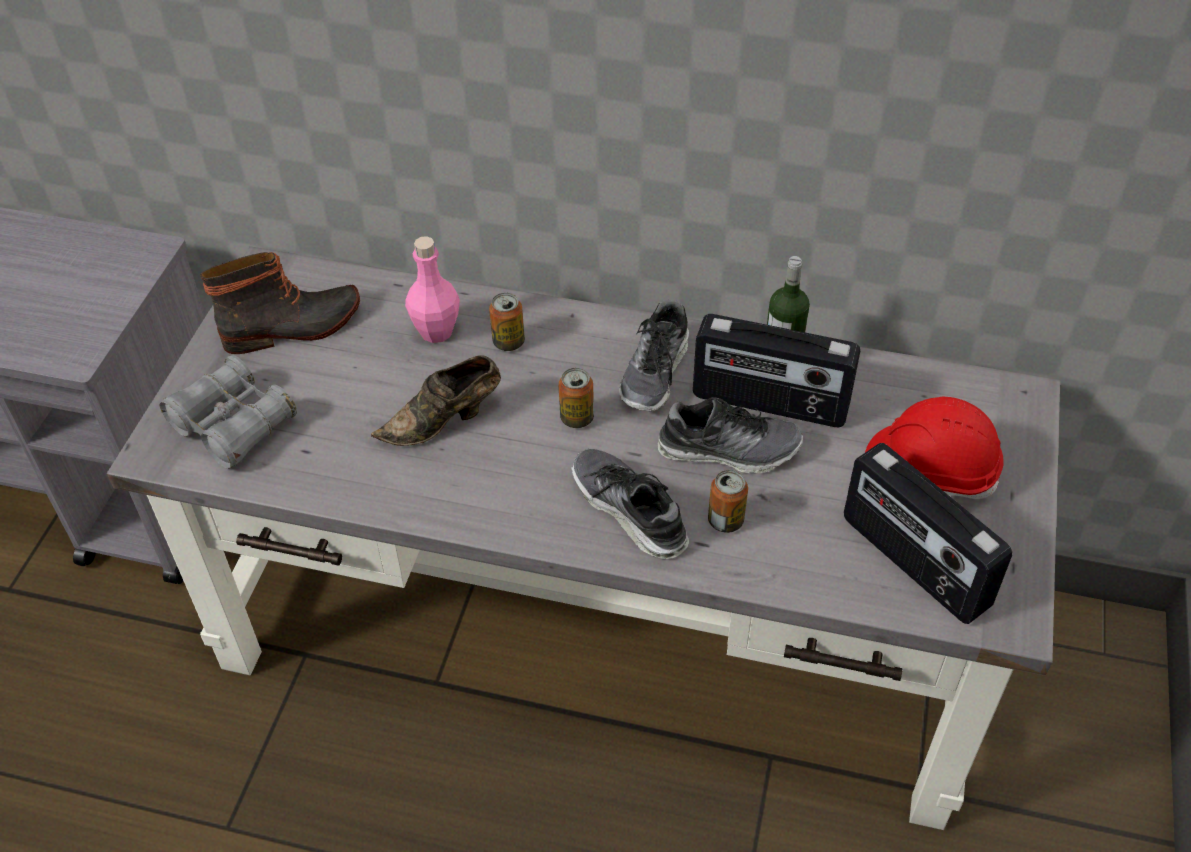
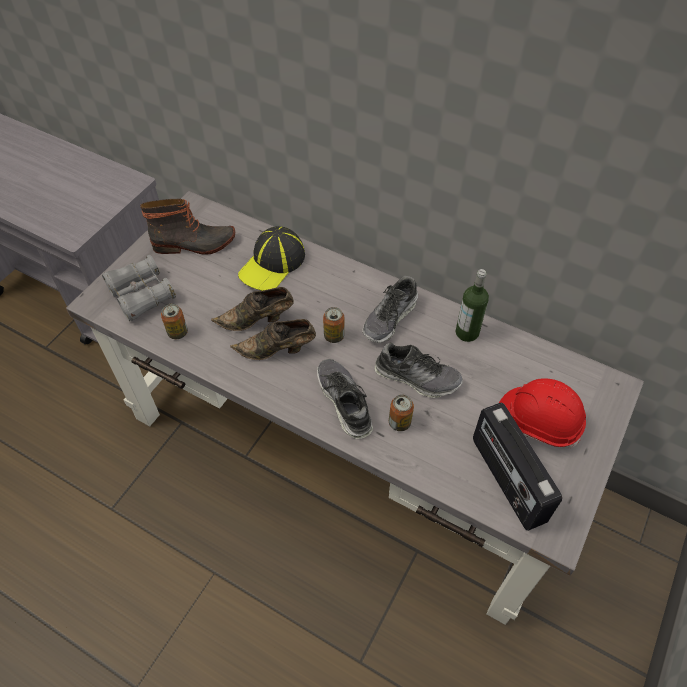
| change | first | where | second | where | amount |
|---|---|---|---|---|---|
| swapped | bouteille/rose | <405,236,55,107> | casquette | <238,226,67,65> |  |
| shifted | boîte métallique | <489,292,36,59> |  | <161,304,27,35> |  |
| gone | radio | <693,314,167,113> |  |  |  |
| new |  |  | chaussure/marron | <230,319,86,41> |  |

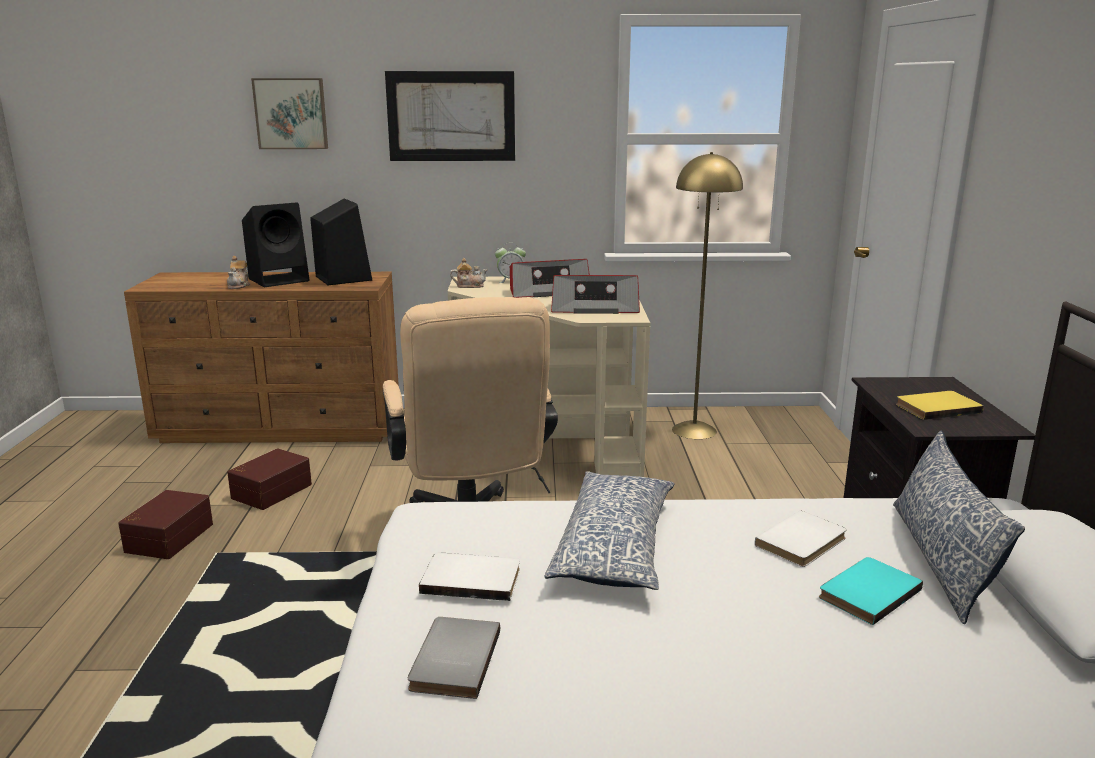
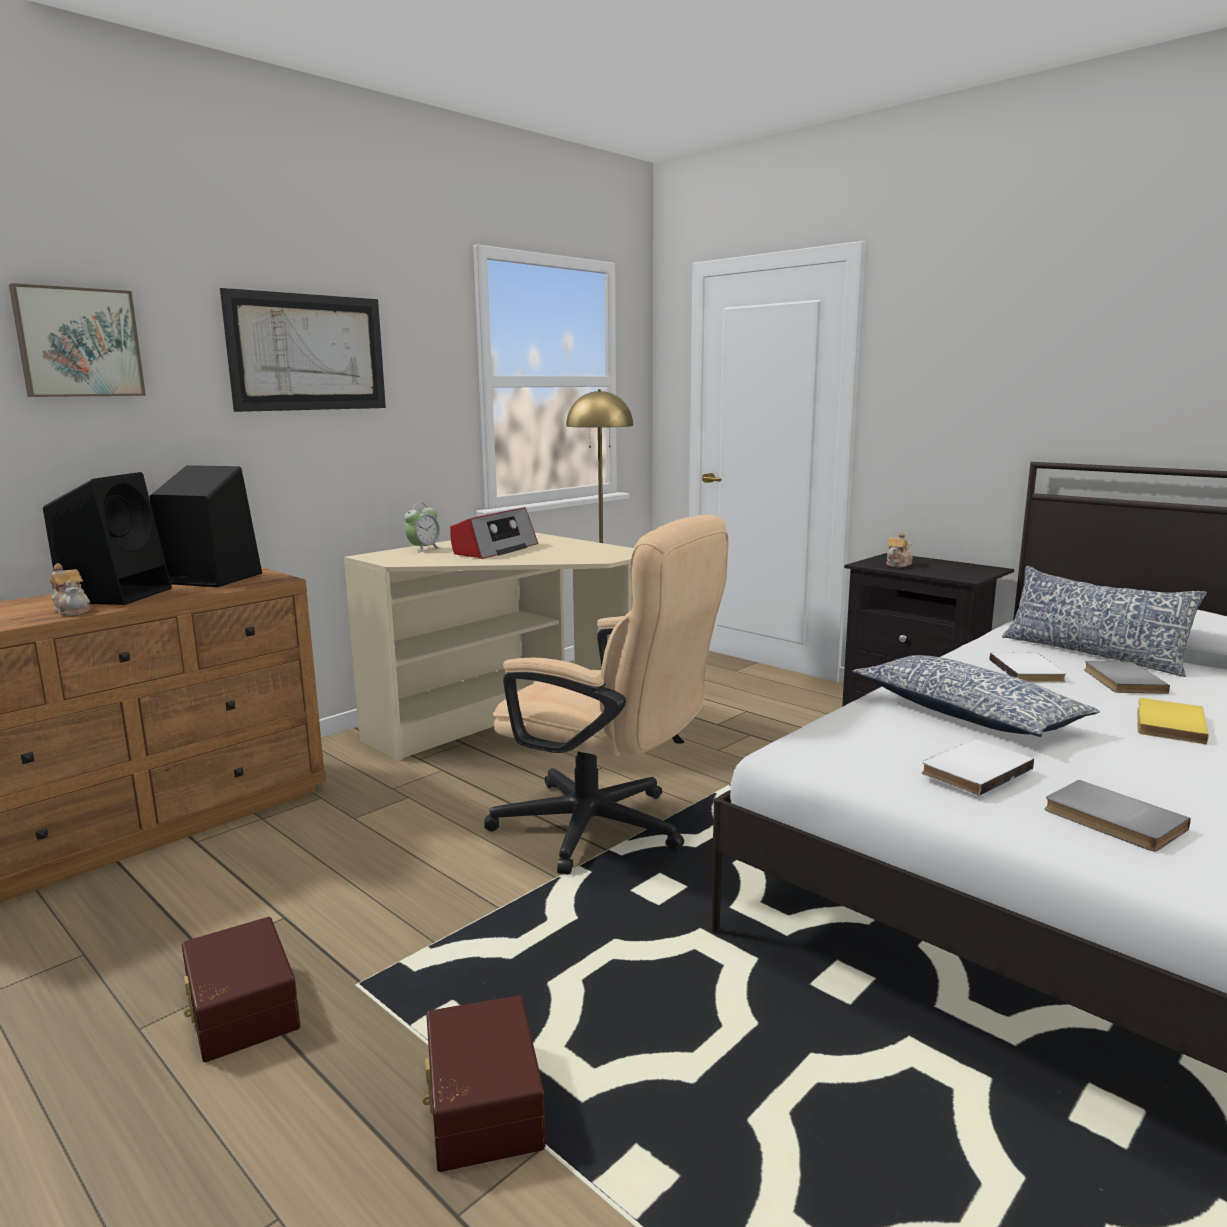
| change | first | where | second | where | amount |
|---|---|---|---|---|---|
| shifted | théière | <450,258,38,30> |  | <886,532,27,35> |  |
| gone | radio | <551,275,89,39> |  |  |  |
| shifted | livre/jaune | <896,391,88,29> |  | <1138,698,70,46> |  |
| shifted | boîte de rangement/marron | <227,448,85,62> |  | <423,995,123,177> |  |
| repainted | livre/turquoise | <819,557,104,68> | livre/gris | <1084,661,86,33> |  |

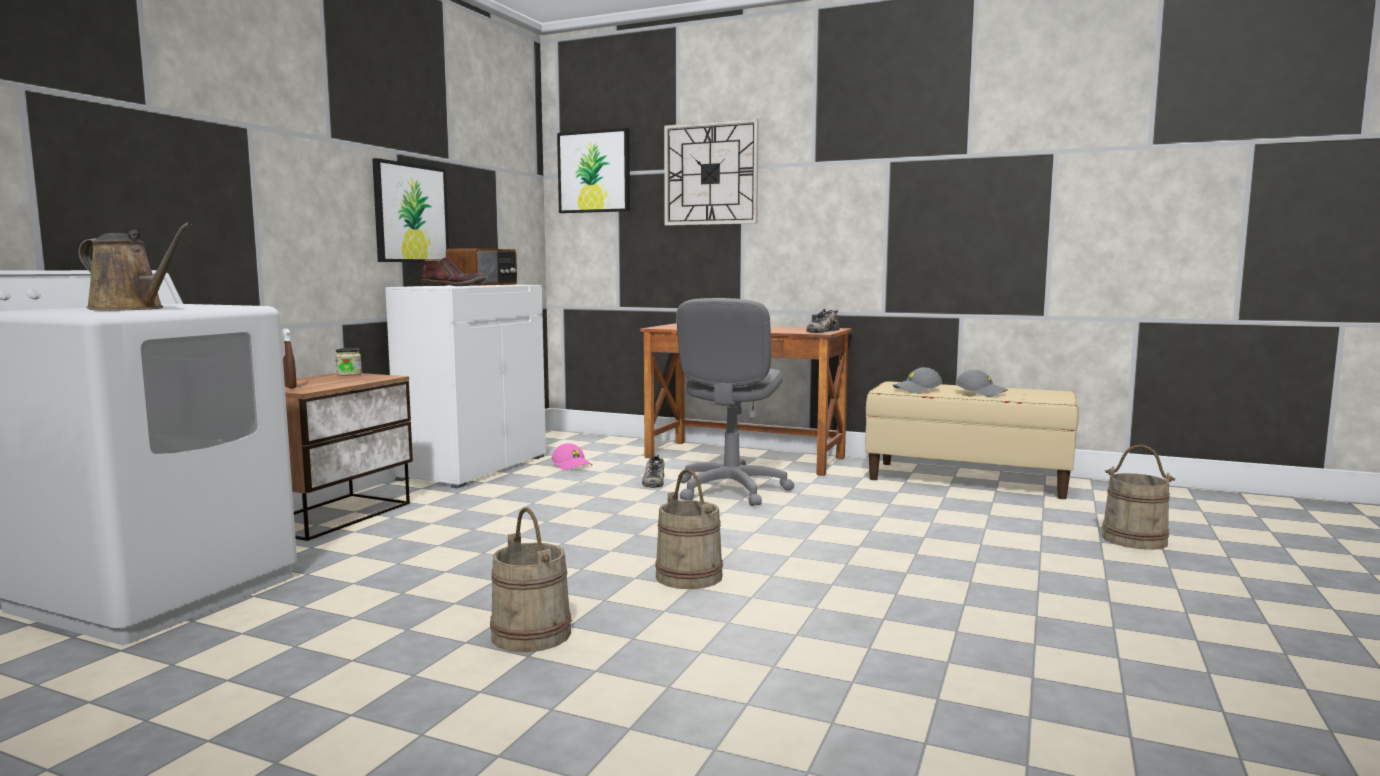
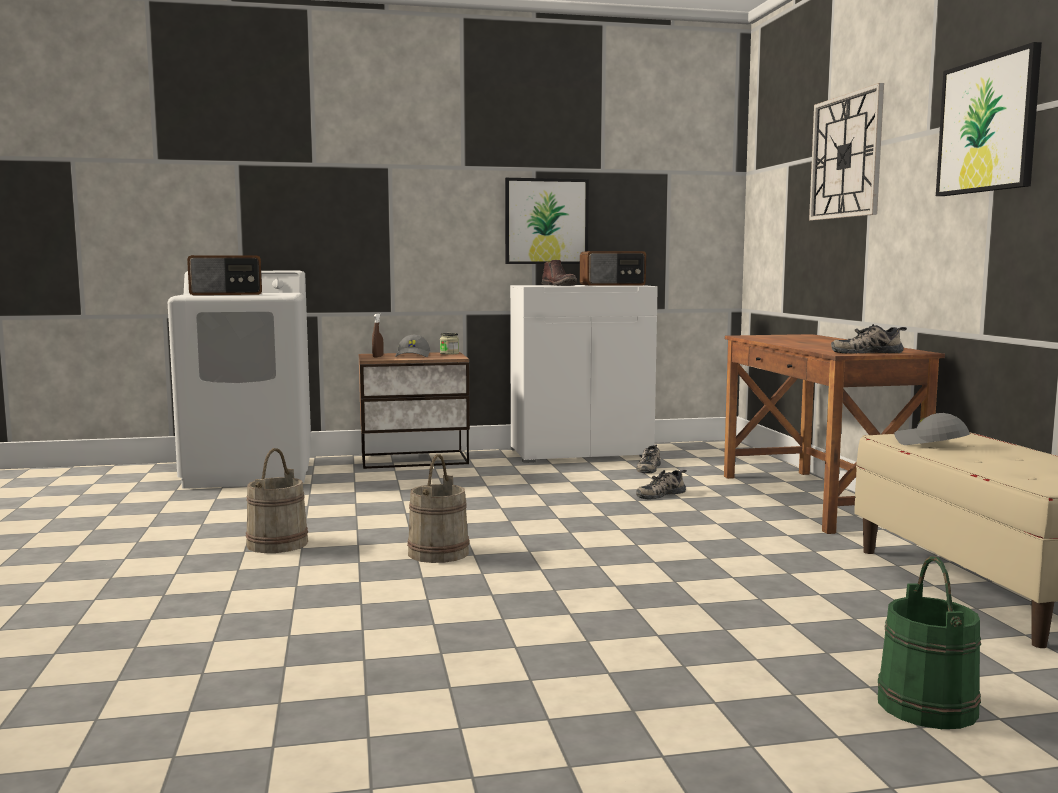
| change | first | where | second | where | amount |
|---|---|---|---|---|---|
| shifted | tableau | <557,128,73,85> |  | <936,42,106,154> |  |
| swapped | arrosoir/marron | <79,222,113,89> | radio | <187,255,75,40> |  |
| gone | chaise de bureau/gris | <676,298,118,208> |  |  |  |
| shifted | casquette/gris | <955,370,53,27> |  | <395,335,35,22> |  |
| swapped | casquette/rose | <552,443,40,27> | chaussure | <636,444,25,29> |  |
| repainted | seau/beige | <1102,445,74,105> | seau/vert | <878,556,103,173> |  |

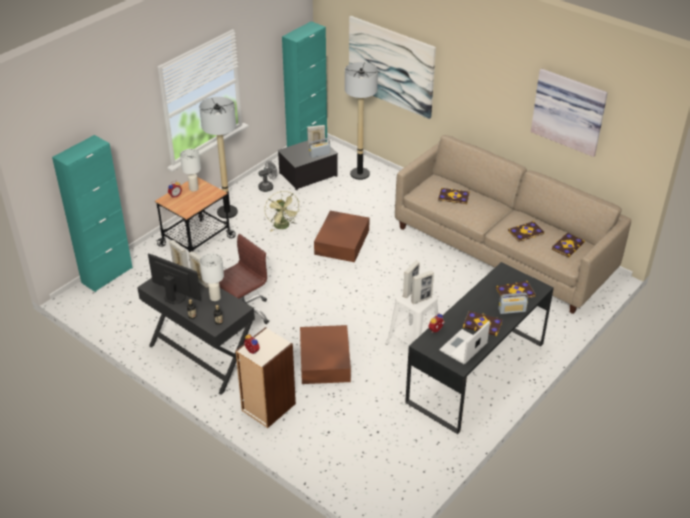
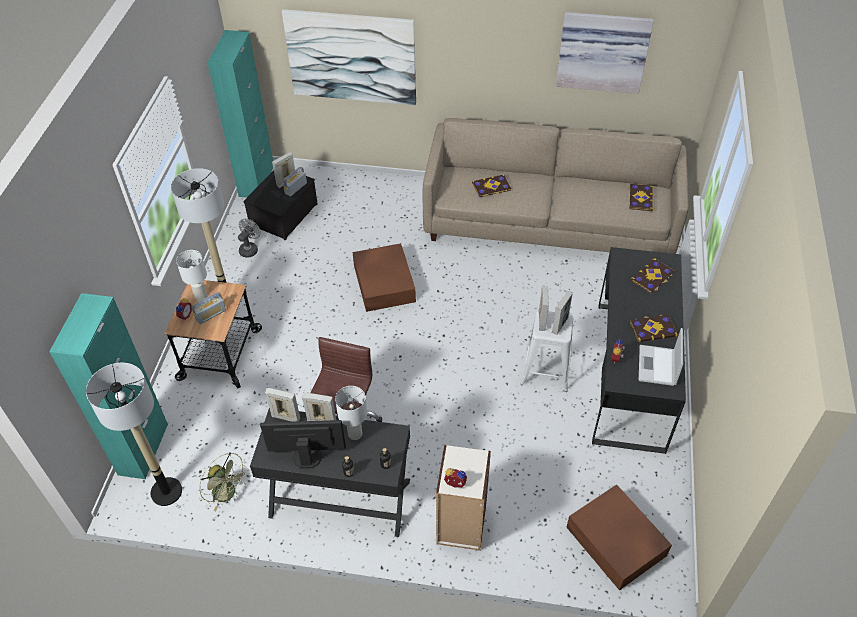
| change | first | where | second | where | amount |
|---|---|---|---|---|---|
| shifted | lampadaire | <345,62,33,118> |  | <86,363,96,143> |  |
| shifted | ventilateur/vert | <265,191,35,40> |  | <199,452,50,59> |  |
| gone | livre | <508,221,36,21> |  |  |  |
| shifted | radio | <498,293,30,21> |  | <192,292,34,32> |  |
| shifted | boîte de rangement/marron | <300,325,51,59> |  | <566,485,106,105> |  |

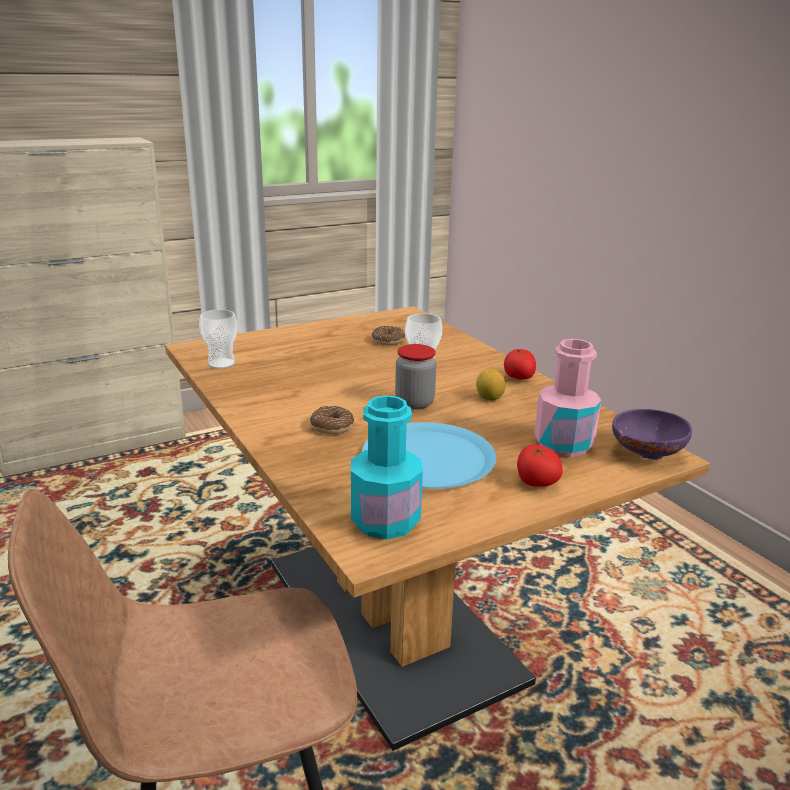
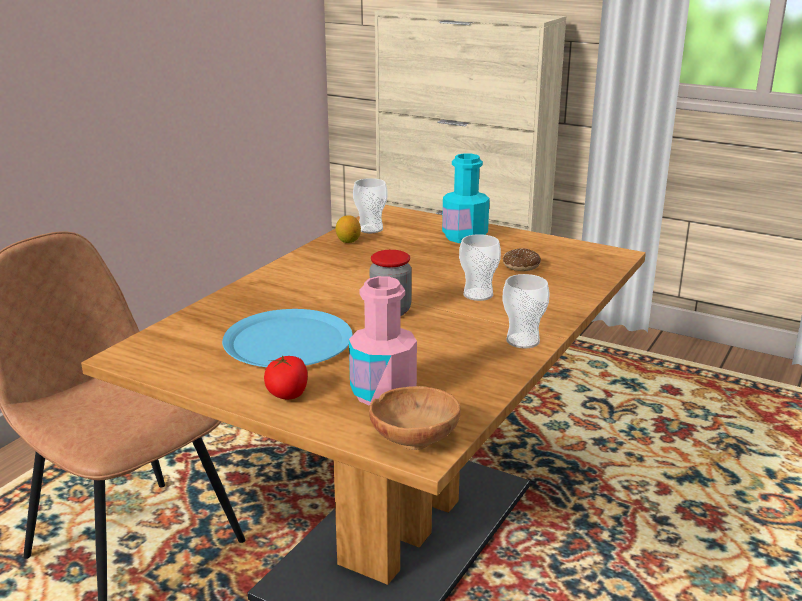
| change | first | where | second | where | amount |
|---|---|---|---|---|---|
| swapped | tomate | <504,349,32,31> | tasse | <502,274,48,74> |  |
| shifted | citron | <476,369,30,32> |  | <336,215,25,28> |  |
| shifted | bouteille/turquoise | <351,395,72,144> |  | <442,153,47,90> |  |
| gone | beignet | <310,406,44,28> |  |  |  |
| repainted | bol/violet | <612,409,80,51> | bol/marron | <369,386,92,64> |  |

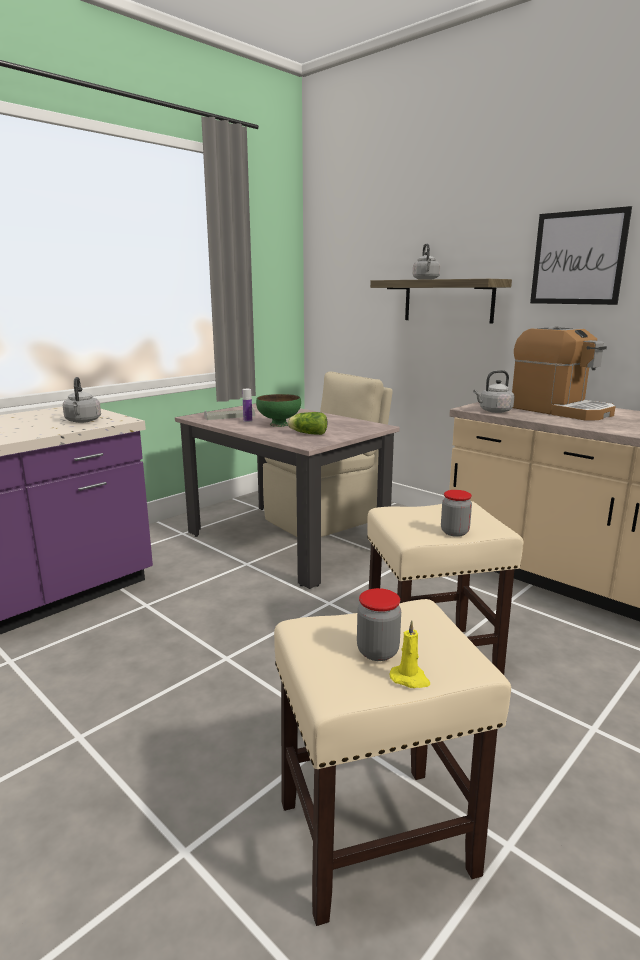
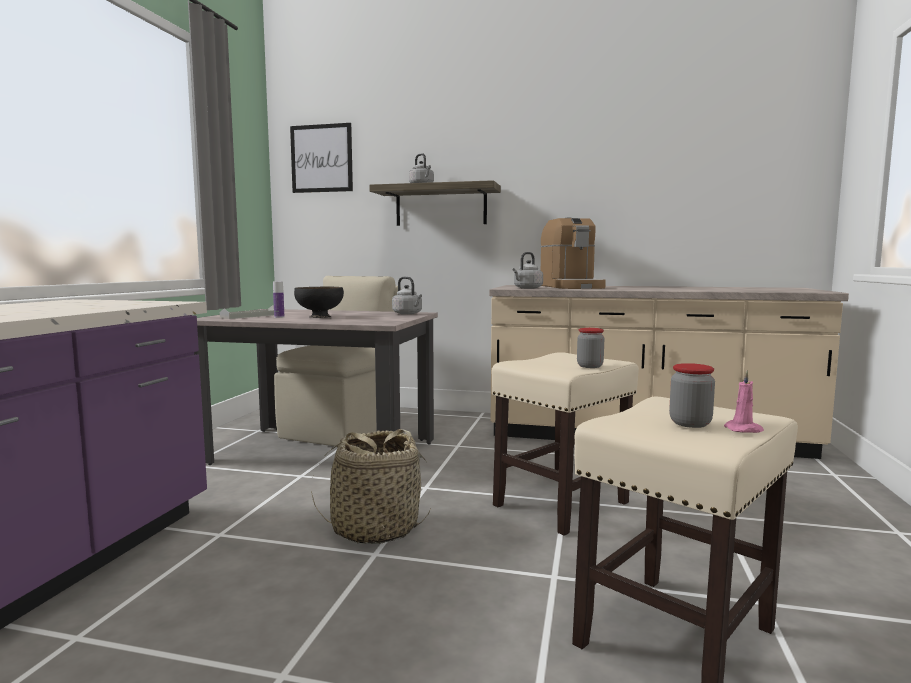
| change | first | where | second | where | amount |
|---|---|---|---|---|---|
| shifted | tableau | <530,206,102,99> |  | <290,123,63,70> |  |
| rotated | machine à café | <512,326,104,94> |  | <541,217,65,72> | 60 degrees clockwise |
| shifted | bouilloire/gris | <63,377,38,46> |  | <392,277,30,38> |  |
| repainted | bol/vert | <256,394,45,33> | bol/noir | <294,287,50,31> |  |
| gone | laitue | <288,412,39,23> |  |  |  |
| repainted | bougie/jaune | <390,620,40,68> | bougie/rose | <724,370,40,63> |  |
| new |  |  | panier | <311,429,120,115> |  |

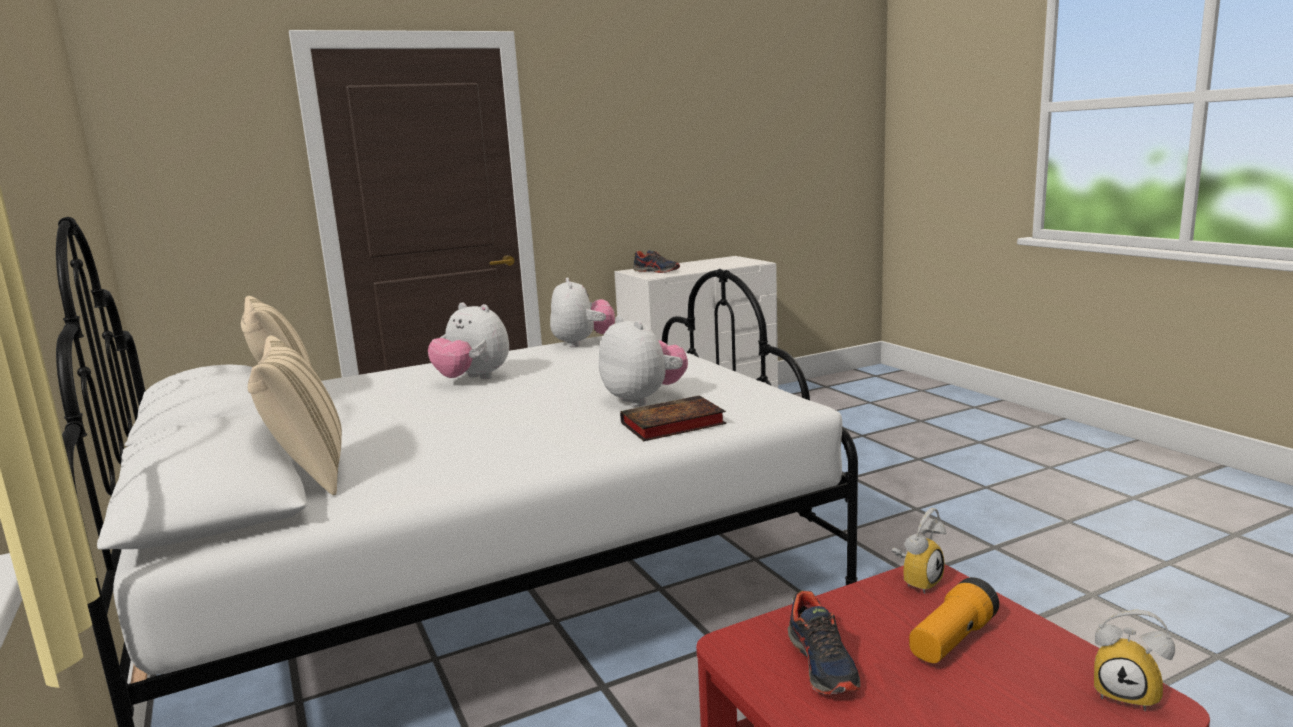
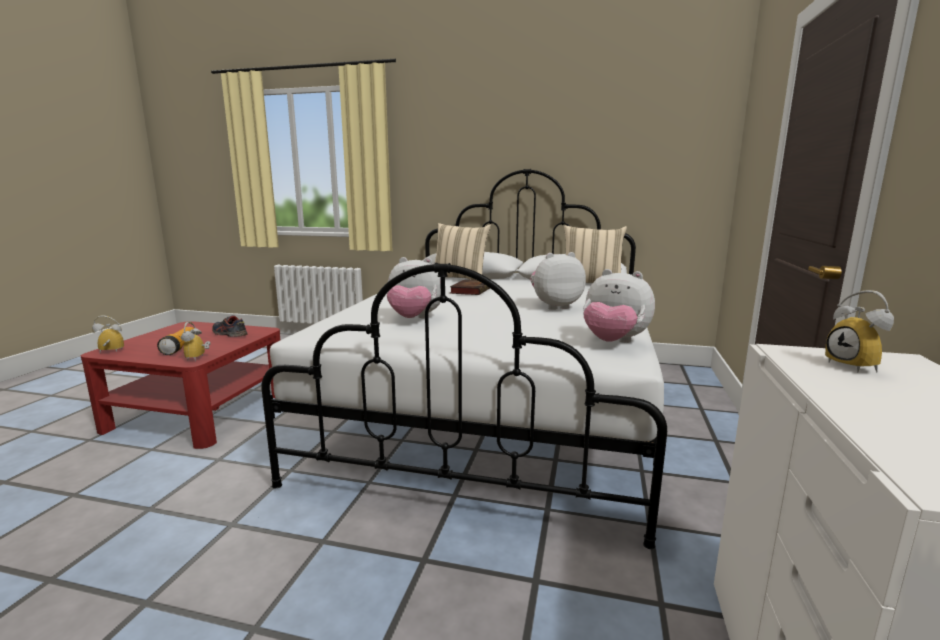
| change | first | where | second | where | amount |
|---|---|---|---|---|---|
| swapped | chaussure | <633,250,47,23> | réveil | <825,290,69,82> |  |
| shifted | livre | <620,395,106,46> |  | <450,279,40,16> |  |

